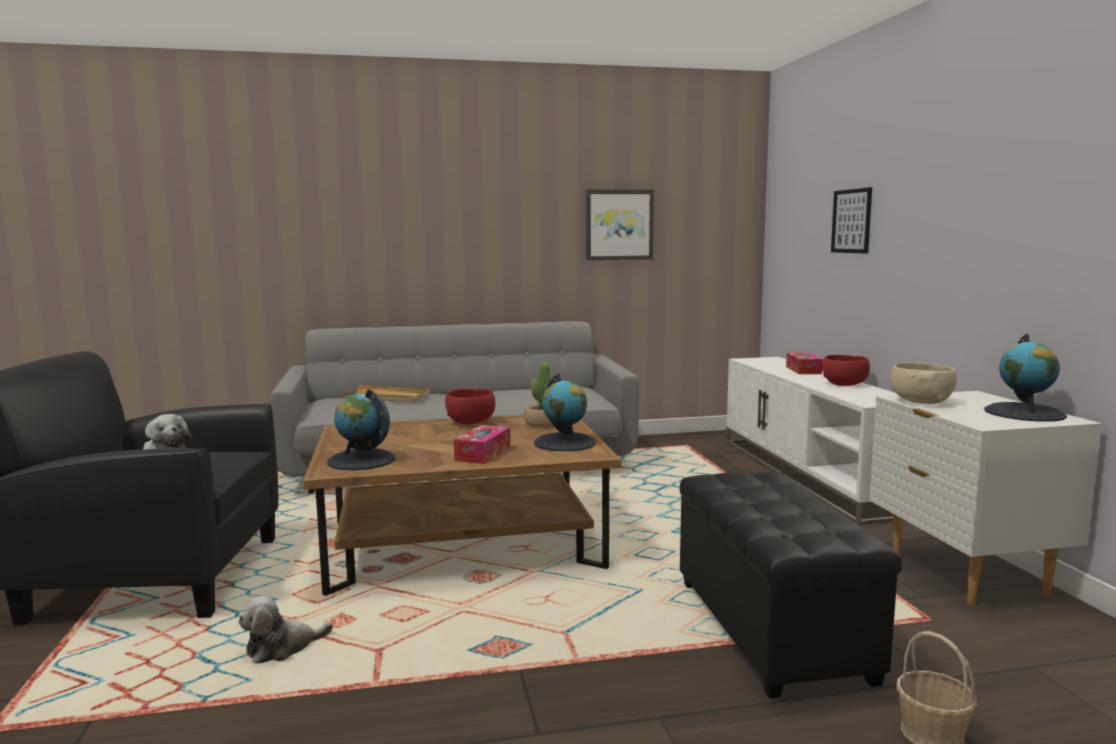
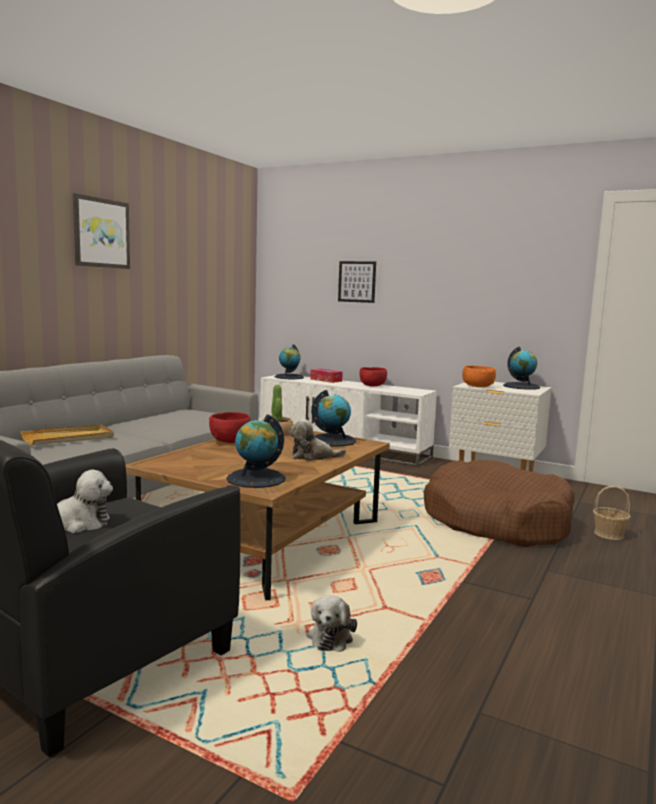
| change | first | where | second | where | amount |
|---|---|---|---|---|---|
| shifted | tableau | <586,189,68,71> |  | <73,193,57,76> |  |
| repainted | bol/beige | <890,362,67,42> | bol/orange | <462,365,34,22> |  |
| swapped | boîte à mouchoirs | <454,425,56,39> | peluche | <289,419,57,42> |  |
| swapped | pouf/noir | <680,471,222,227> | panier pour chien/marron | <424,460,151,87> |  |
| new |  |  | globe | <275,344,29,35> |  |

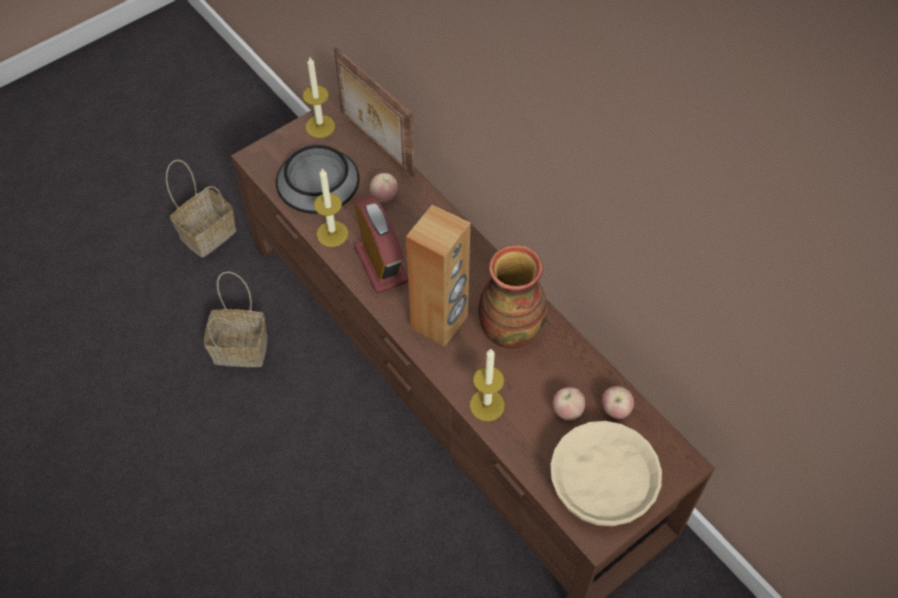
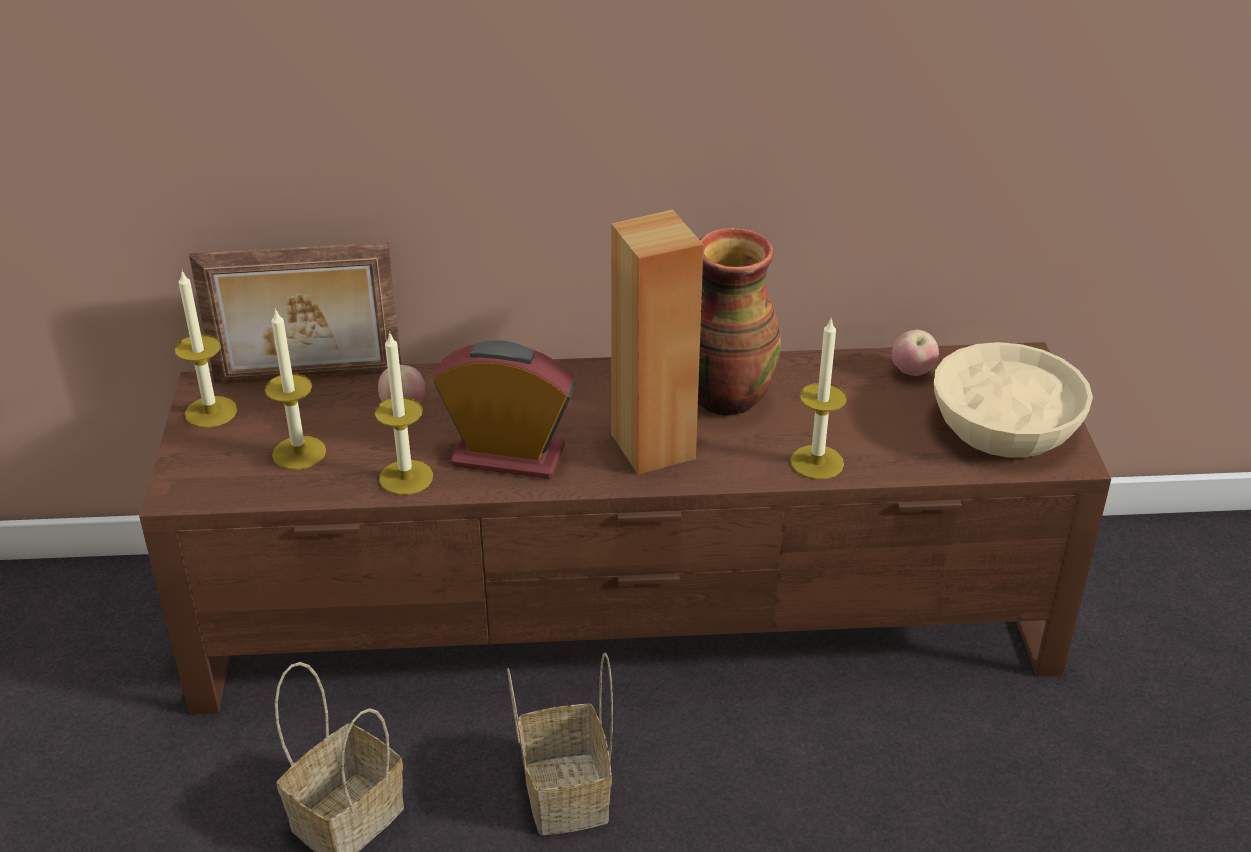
| change | first | where | second | where | amount |
|---|---|---|---|---|---|
| swapped | bol | <276,145,83,69> | bougie | <265,308,61,162> |  |
| shifted | panier | <166,160,71,98> |  | <507,652,106,183> |  |
| gone | pomme | <553,387,32,33> |  |  |  |

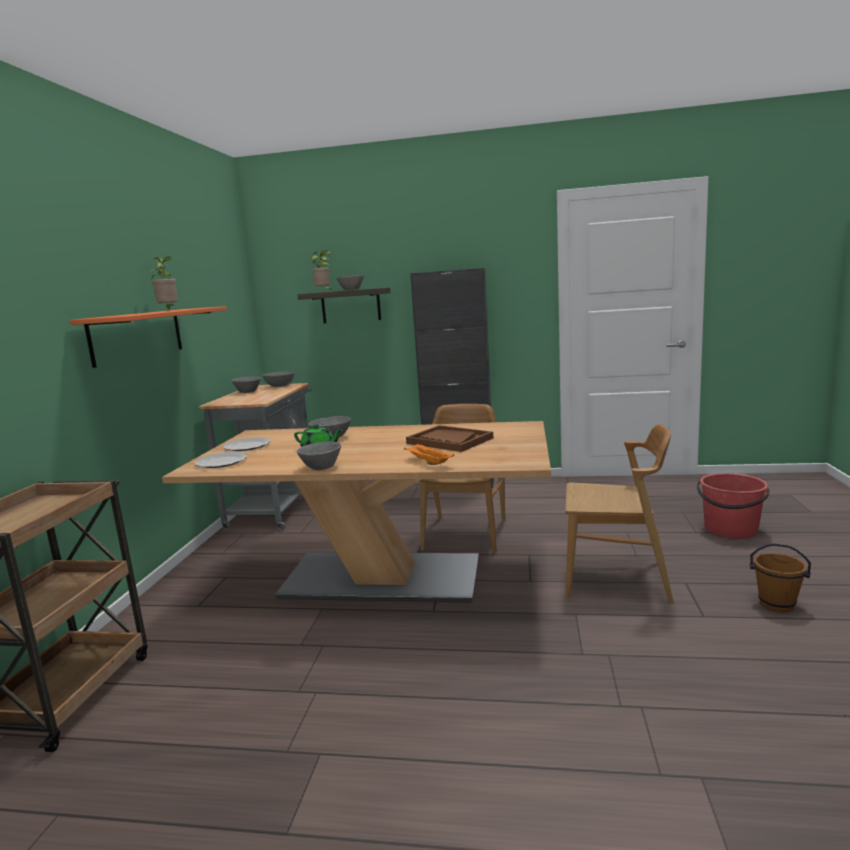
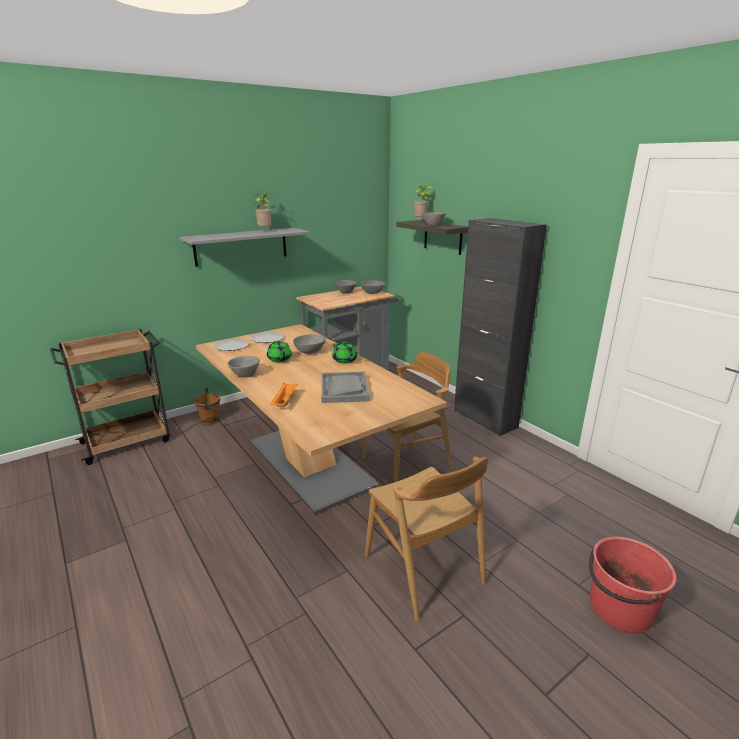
| change | first | where | second | where | amount |
|---|---|---|---|---|---|
| repainted | étagère/orange | <70,306,157,62> | étagère/gris | <179,228,131,39> |  |
| repainted | plateau/marron | <406,425,87,27> | plateau/gris | <321,371,49,32> |  |
| shifted | seau/marron | <750,544,61,68> |  | <194,388,26,37> |  |
| new |  |  | théière/vert | <332,342,26,21> |  |

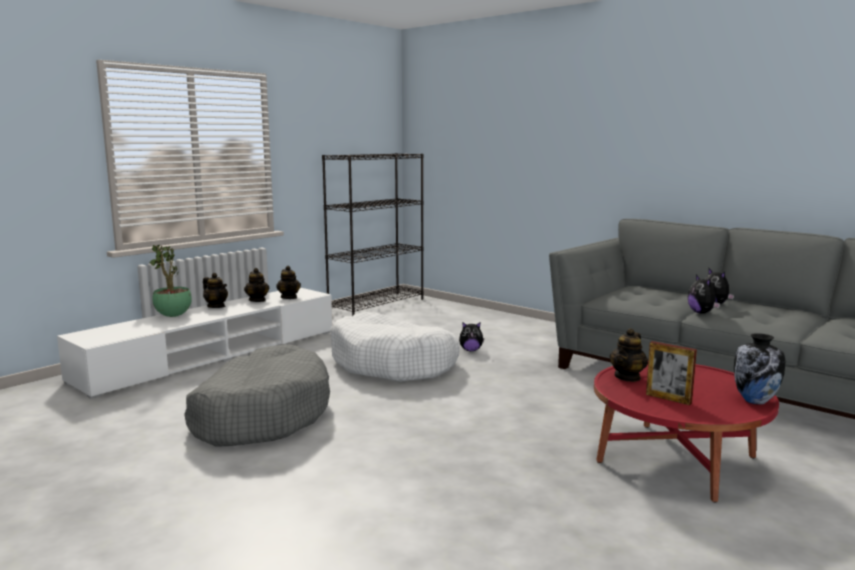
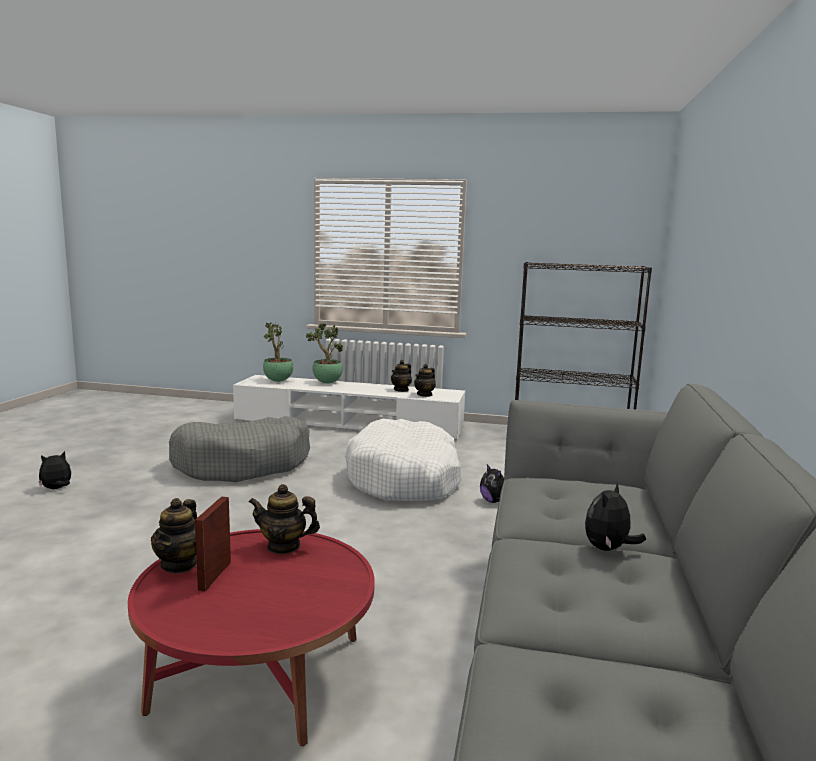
| change | first | where | second | where | amount |
|---|---|---|---|---|---|
| shifted | théière | <203,273,25,35> |  | <151,498,46,75> |  |
| shifted | peluche | <688,275,32,39> |  | <39,451,32,38> |  |
| gone | vase | <734,333,51,72> |  |  |  |
| new |  |  | plante en pot | <263,323,30,59> |  |

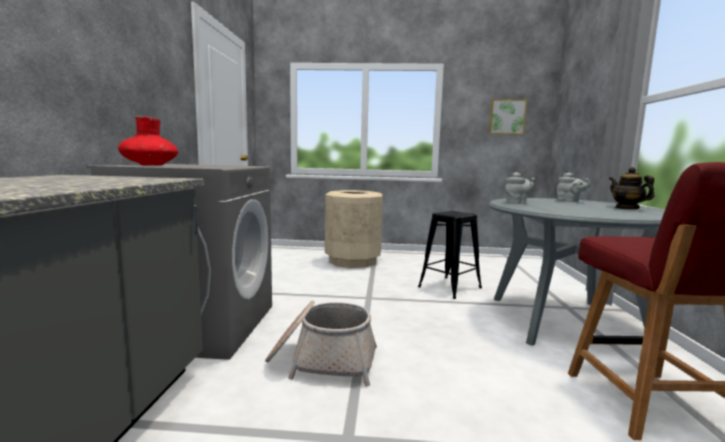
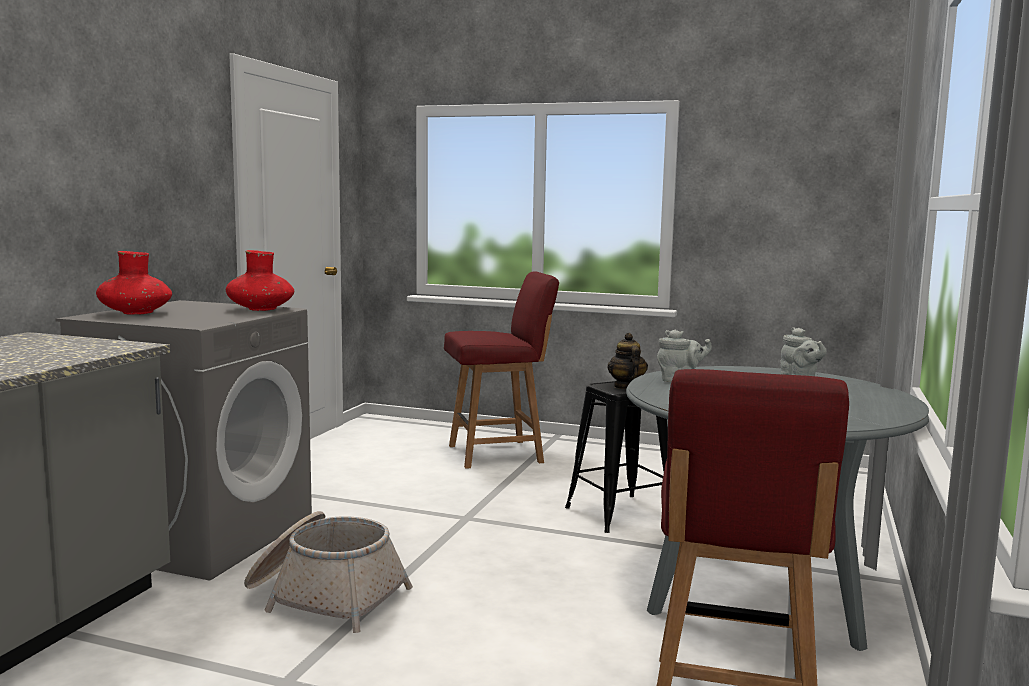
| change | first | where | second | where | amount |
|---|---|---|---|---|---|
| gone | tableau | <489,99,38,35> |  |  |  |
| shifted | théière | <609,167,46,42> |  | <607,333,41,56> |  |
| swapped | poubelle/beige | <325,190,58,78> | chaise/rouge | <444,272,115,197> |  |
| new |  |  | vase/rouge | <226,250,68,61> |  |

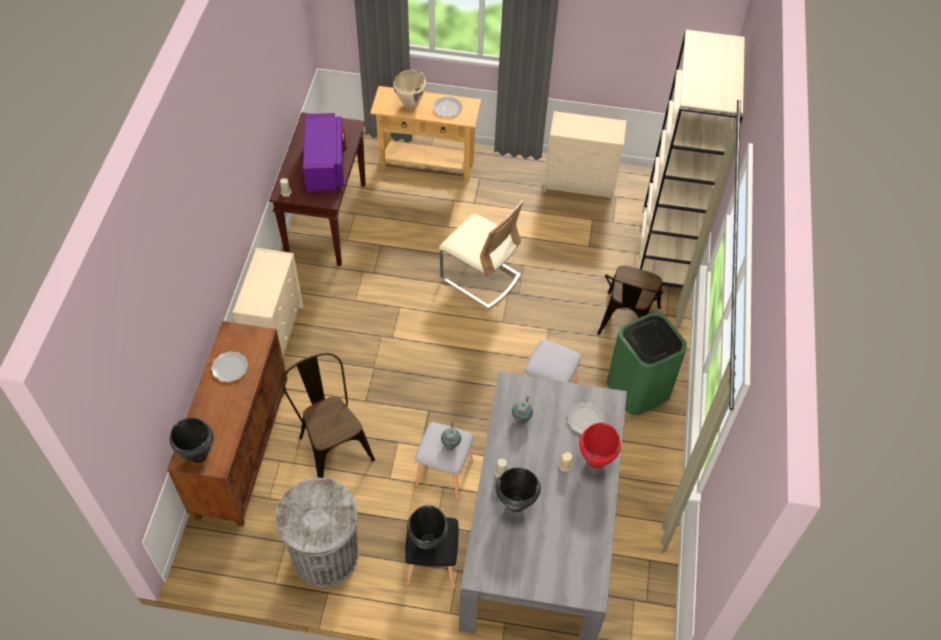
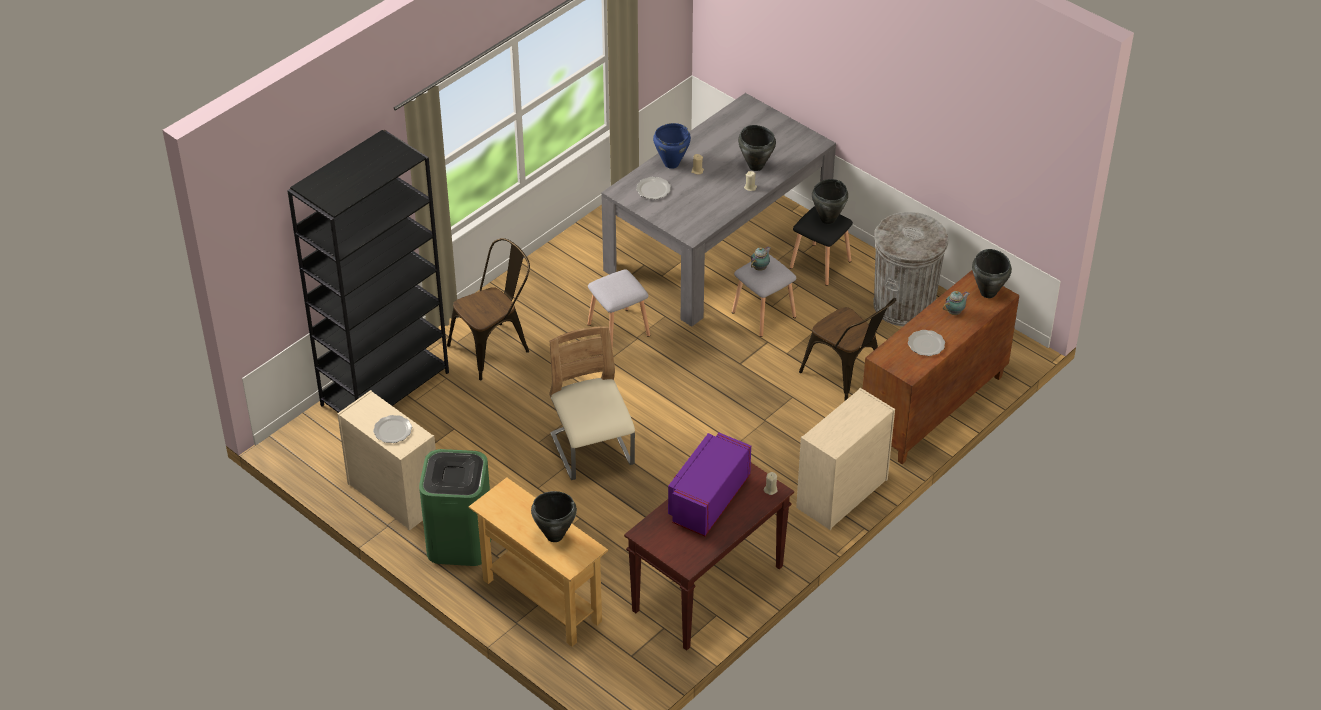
| change | first | where | second | where | amount |
|---|---|---|---|---|---|
| repainted | bibliothèque/beige | <638,29,107,259> | bibliothèque/noir | <287,130,162,283> |  |
| repainted | marmite/beige | <393,70,33,40> | marmite/noir | <531,491,46,51> |  |
| shifted | assiette | <433,97,30,20> |  | <373,415,39,28> |  |
| shifted | poubelle/vert | <607,312,80,103> |  | <419,449,72,117> |  |
| rotated | chaise/marron | <282,353,93,125> |  | <799,298,97,103> | 45 degrees counterclockwise |
| shifted | théière | <512,396,21,28> |  | <943,291,27,24> |  |
| repainted | marmite/rouge | <579,423,42,46> | marmite/bleu | <653,123,38,46> |  |

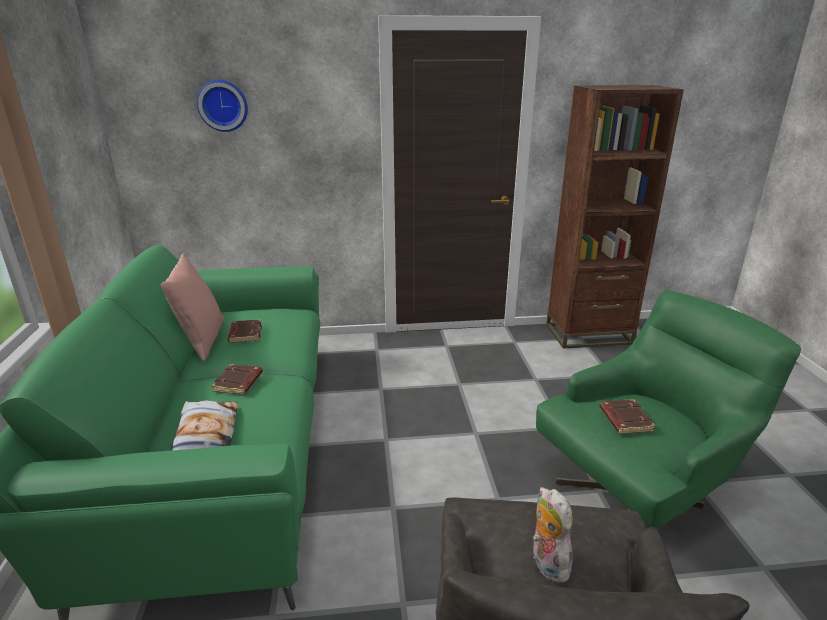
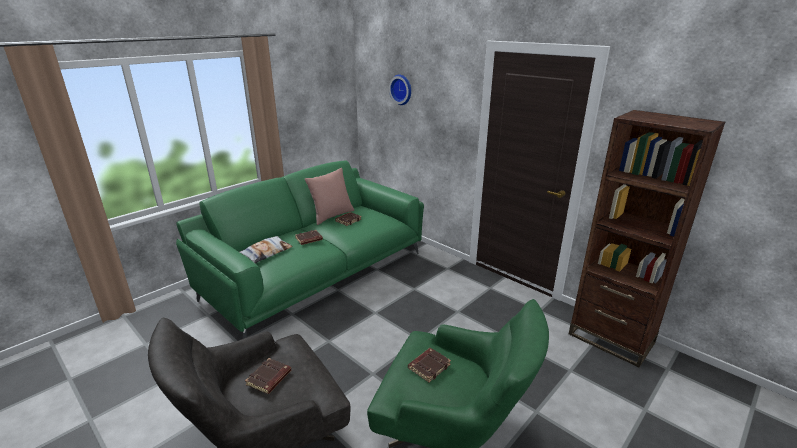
| change | first | where | second | where | amount |
|---|---|---|---|---|---|
| swapped | peluche | <533,487,41,96> | livre/marron | <245,358,46,36> |  |

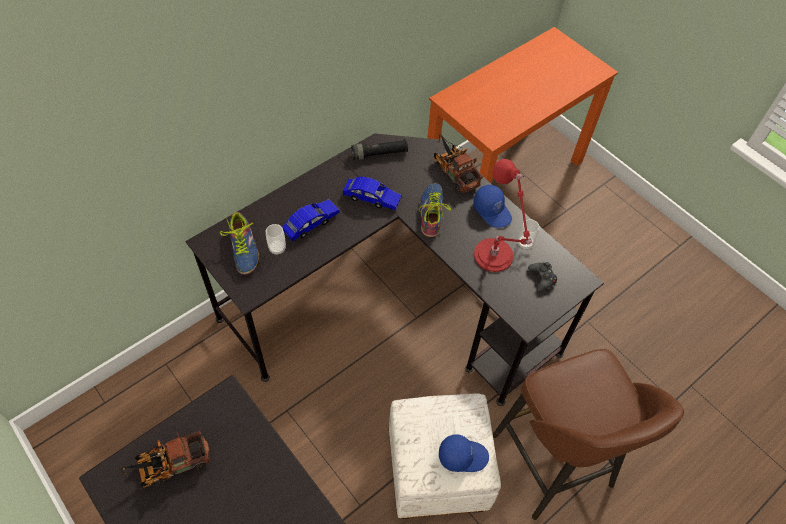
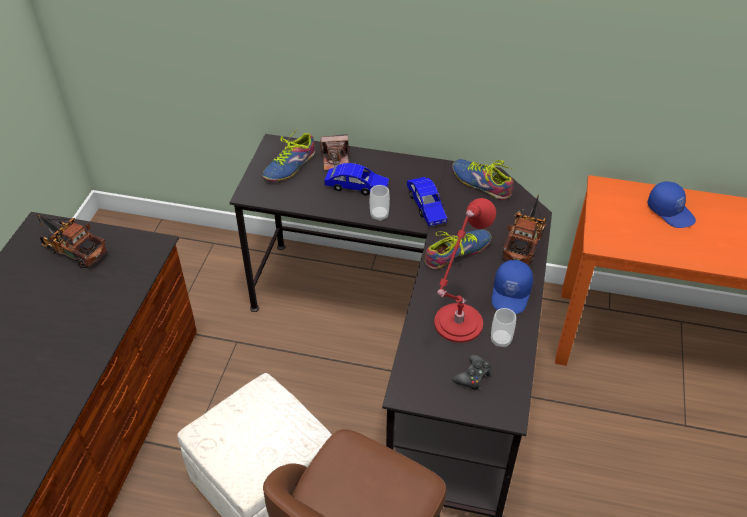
| change | first | where | second | where | amount |
|---|---|---|---|---|---|
| swapped | lampe de poche/noir | <351,139,57,21> | chaussure | <452,159,62,41> |  |
| shifted | tasse | <266,224,20,31> |  | <370,185,20,36> |  |
| shifted | casquette/bleu | <439,434,50,38> |  | <647,181,49,47> |  |
| new |  |  | appareil photo | <320,134,29,36> |  |

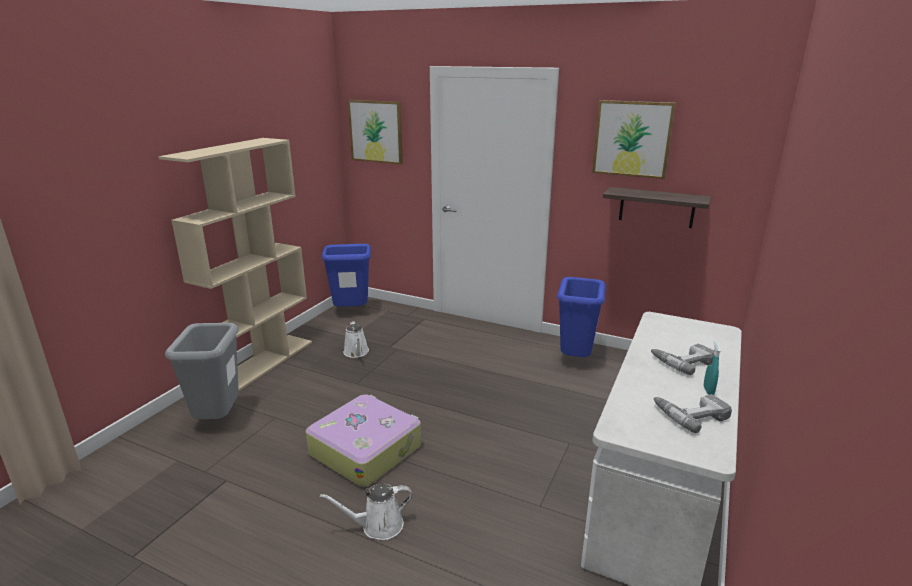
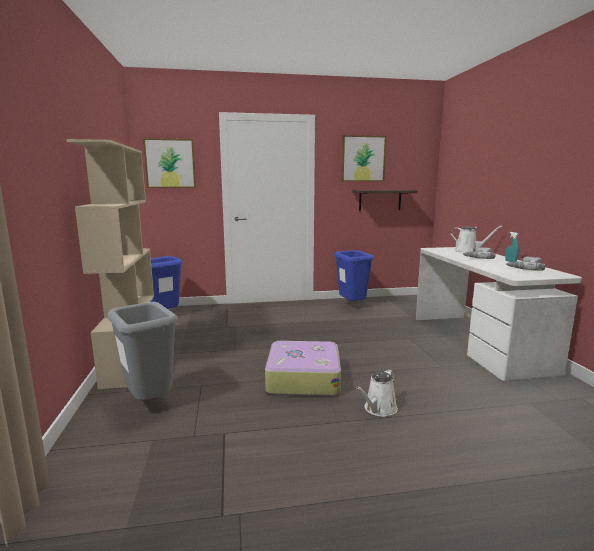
| change | first | where | second | where | amount |
|---|---|---|---|---|---|
| shifted | arrosoir/blanc | <343,321,26,37> |  | <450,226,53,27> |  |

